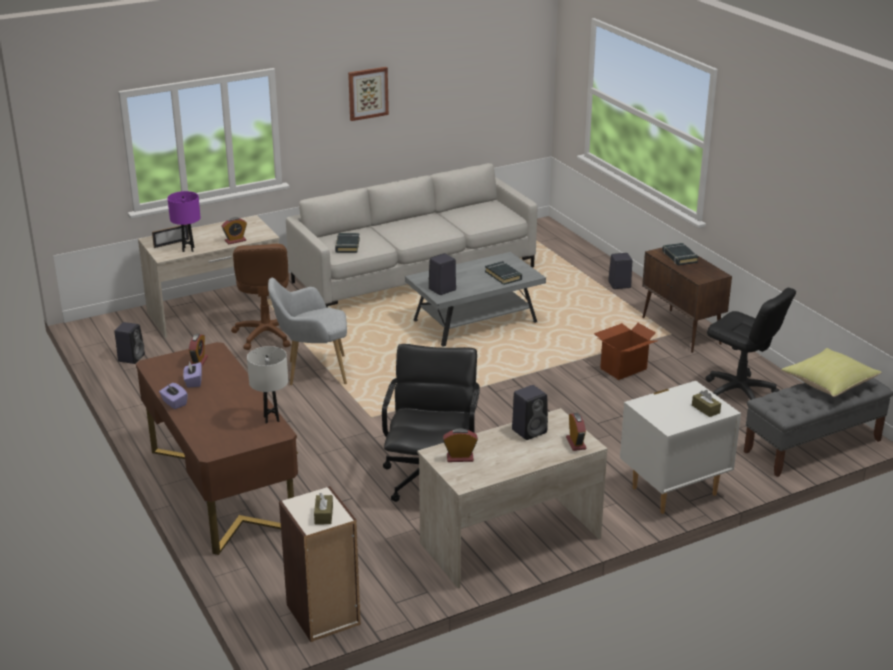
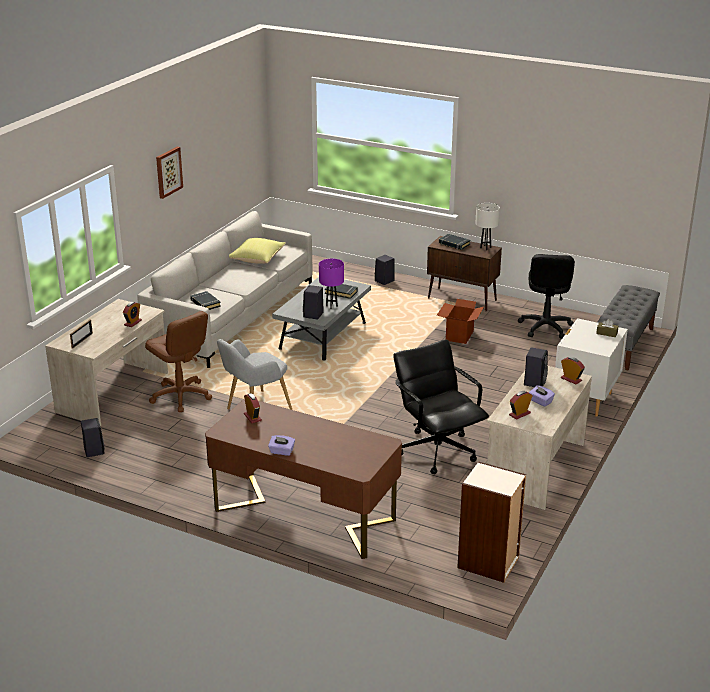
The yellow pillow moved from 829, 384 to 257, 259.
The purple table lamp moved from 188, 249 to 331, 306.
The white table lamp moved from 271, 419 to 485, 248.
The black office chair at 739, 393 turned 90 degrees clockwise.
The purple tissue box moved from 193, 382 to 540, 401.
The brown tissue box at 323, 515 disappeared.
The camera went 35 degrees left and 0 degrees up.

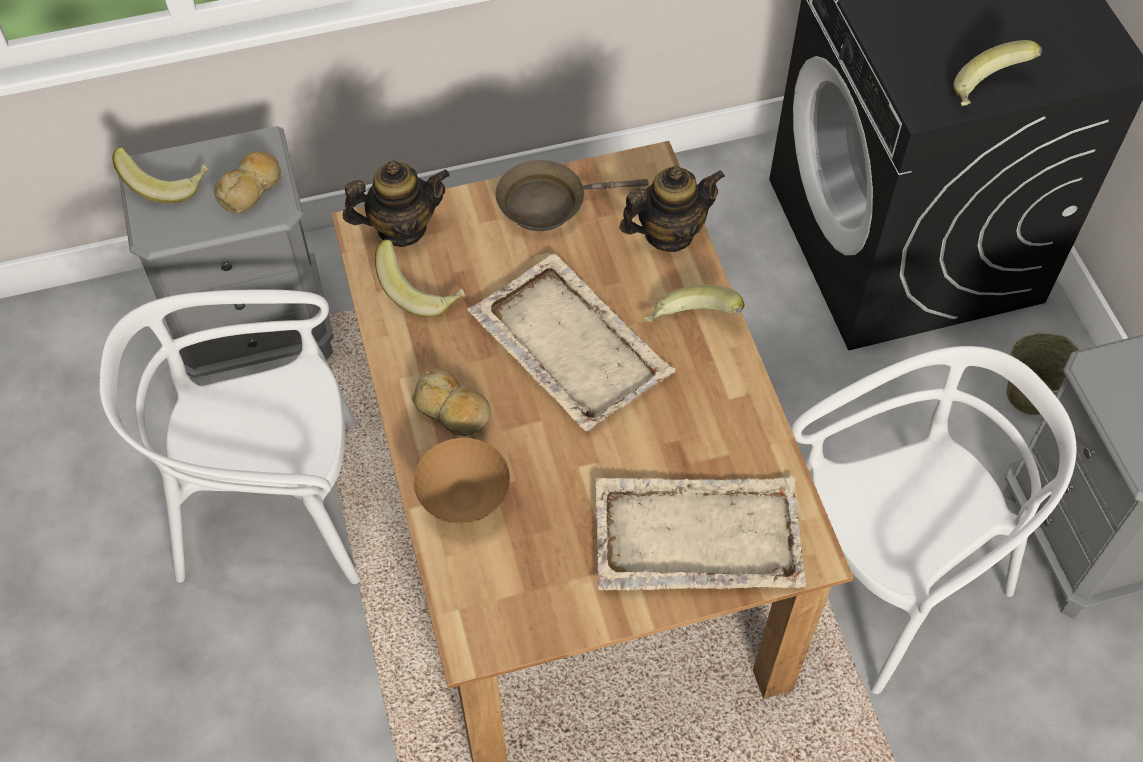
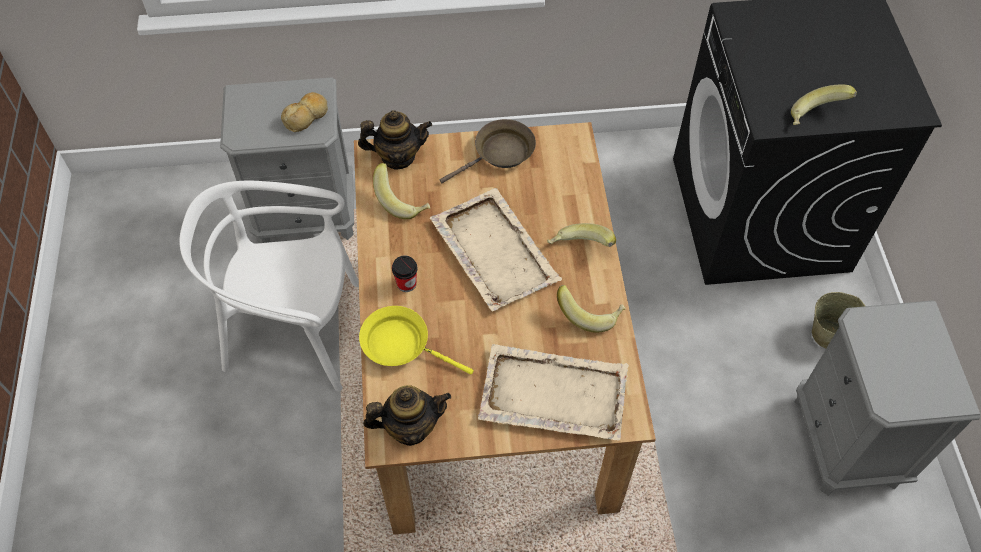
The brown bowl at 463, 499 was replaced by the yellow frying pan at 401, 344.
The teapot moved from 668, 233 to 410, 427.
The bread at 452, 410 was replaced by the cup at 406, 284.
The brown frying pan at 549, 203 turned 150 degrees clockwise.
The banana moved from 167, 184 to 590, 313.
The white chair at 891, 575 disappeared.
The camera went 10 degrees right and 0 degrees up.

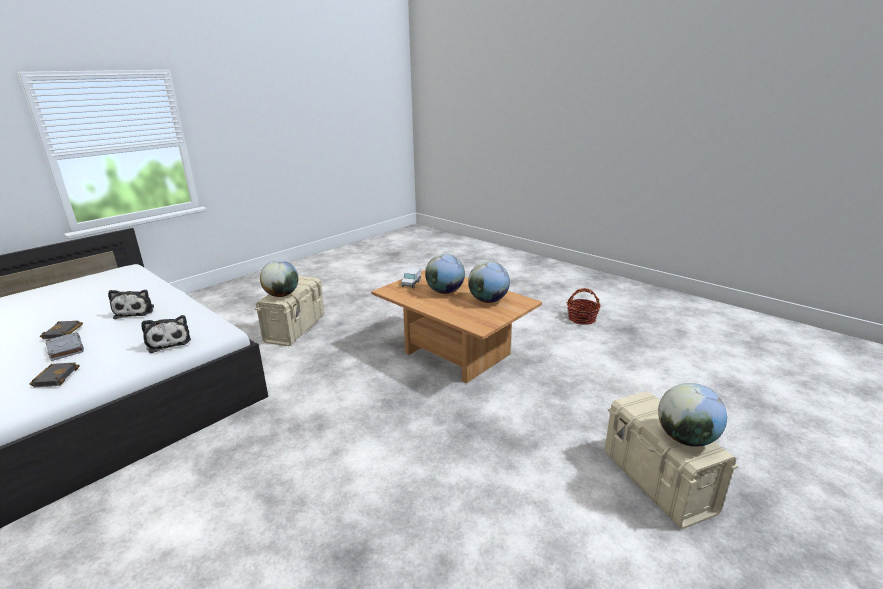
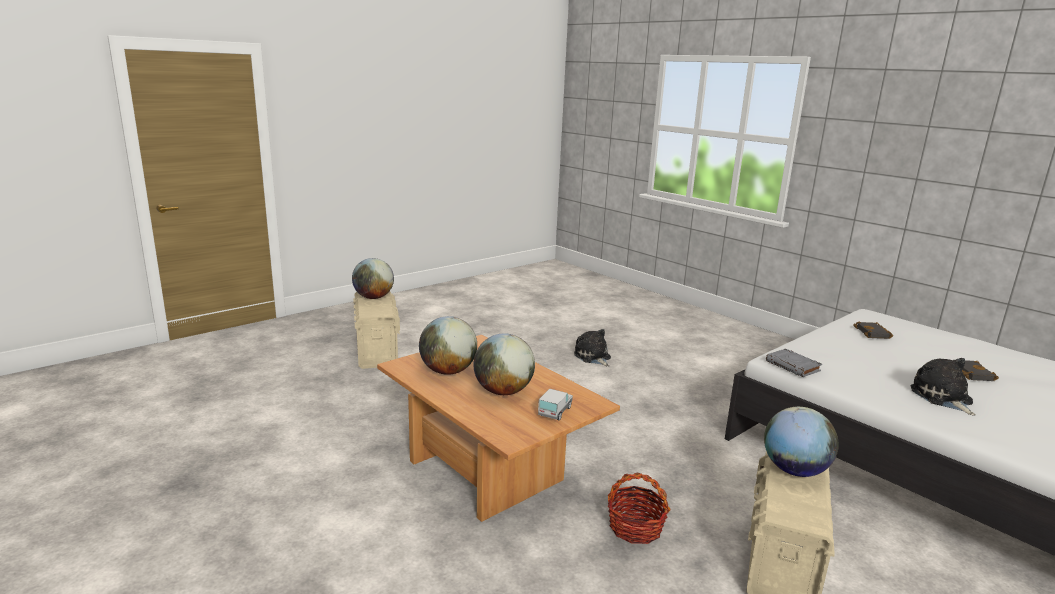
The plush toy moved from 168, 341 to 593, 357.
The basket moved from 582, 319 to 635, 527.
The grey book moved from 65, 349 to 793, 366.
The camera went 175 degrees left and 5 degrees down.

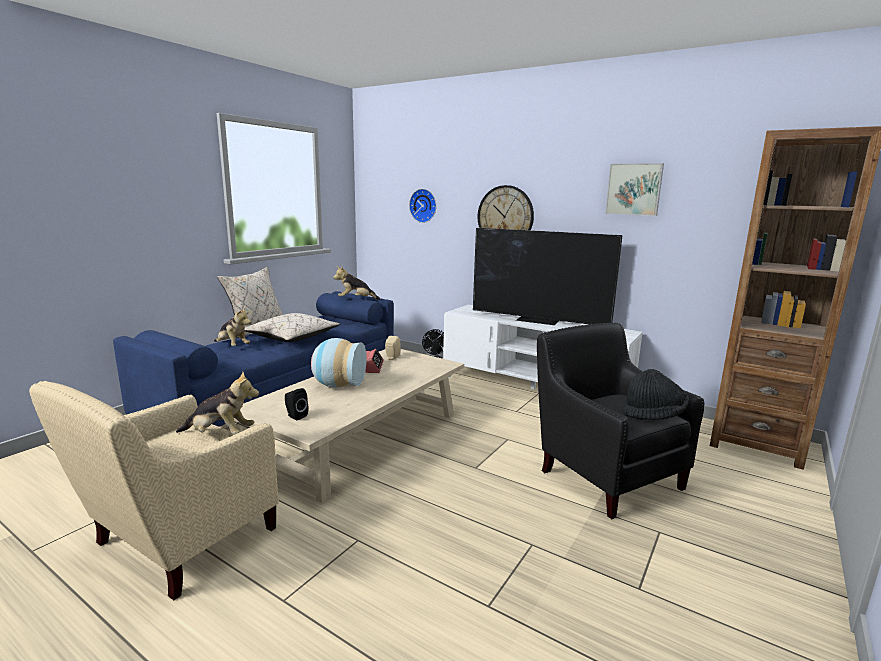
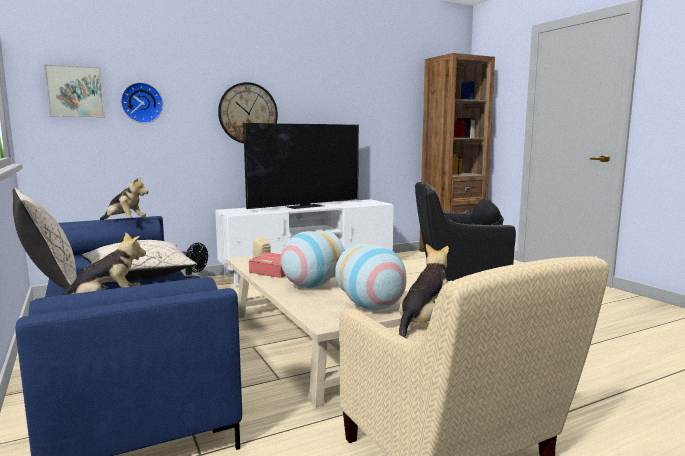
The picture moved from 634, 189 to 75, 91.
The plush toy at 356, 300 turned 90 degrees counterclockwise.
The black speaker at 295, 416 was replaced by the vase at 373, 307.
The camera went 60 degrees left and 5 degrees down.

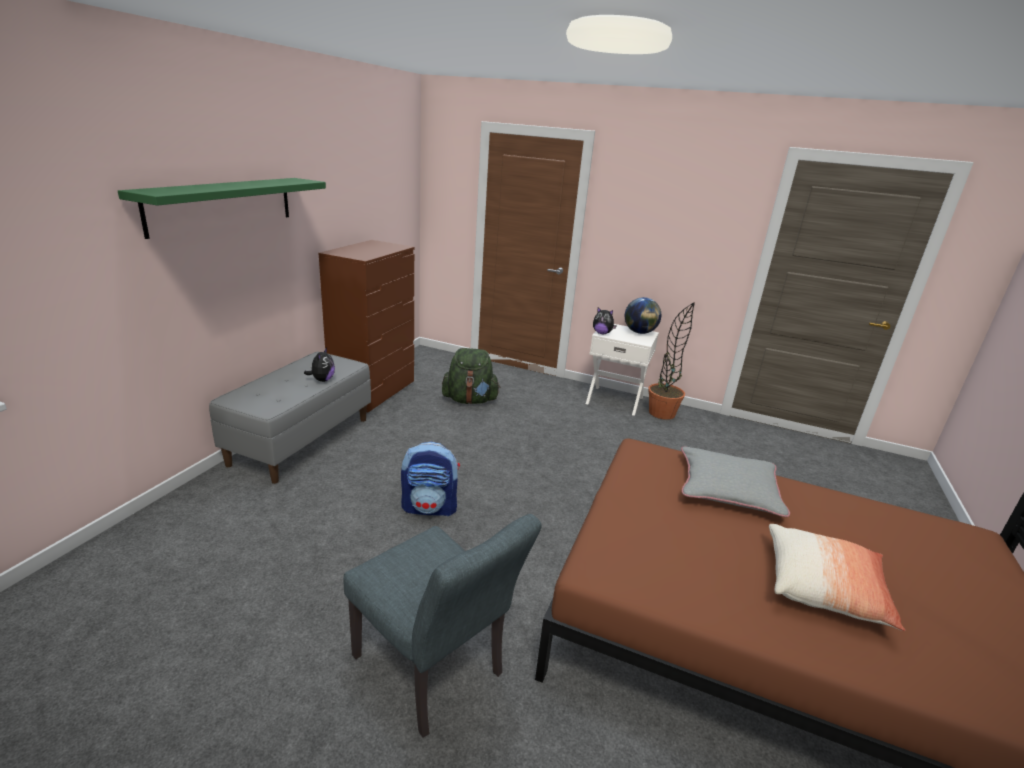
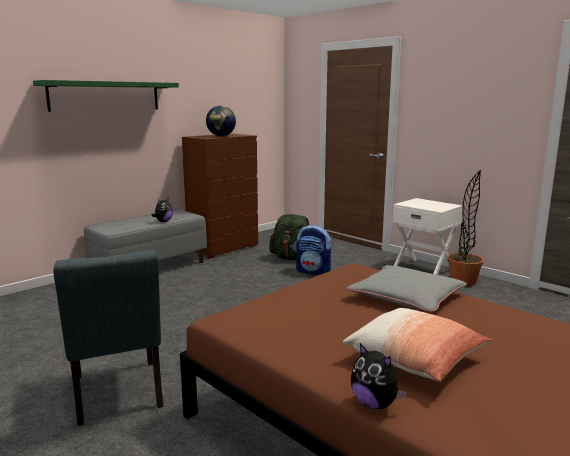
The globe moved from 639, 332 to 221, 136.
The backpack moved from 430, 508 to 314, 271.
The plush toy moved from 602, 333 to 375, 404.
The camera went 25 degrees right and 10 degrees down.

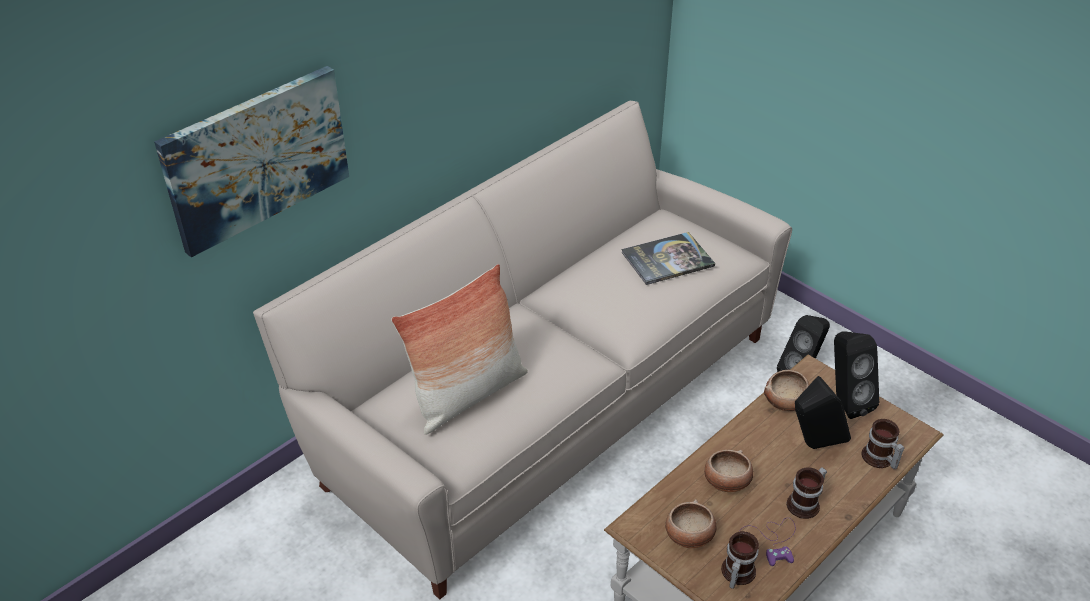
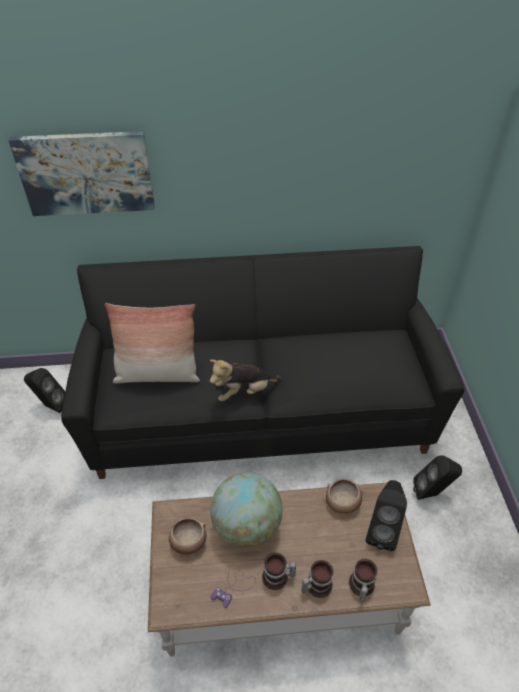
The black speaker moved from 813, 445 to 51, 405.
The beige sofa at 544, 401 became the black sofa at 259, 409.
The plush toy at 244, 391 appeared.
The bowl at 726, 482 was replaced by the globe at 246, 526.
The mug moved from 735, 573 to 316, 585.
The book at 667, 259 disappeared.
The camera went 40 degrees right and 5 degrees up.

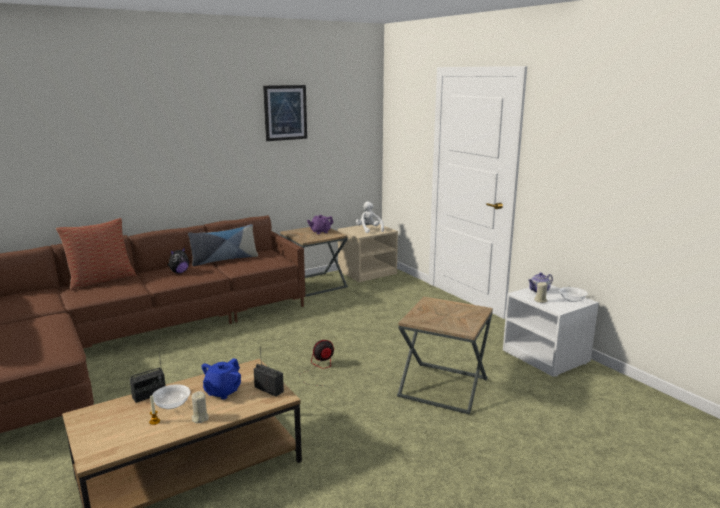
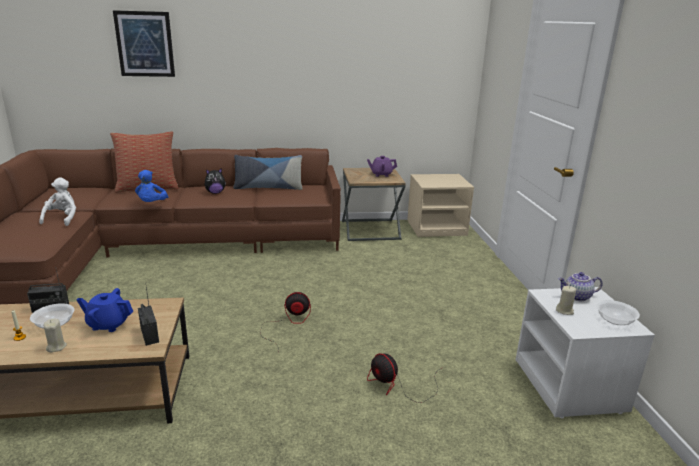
The white plush toy moved from 369, 230 to 62, 219.
The blue teapot at 222, 392 turned 45 degrees clockwise.
The picture moved from 285, 112 to 145, 44.
The blue plush toy at 152, 204 appeared.
The brown side table at 443, 387 was replaced by the fan at 398, 386.
The camera went 25 degrees right and 5 degrees up.

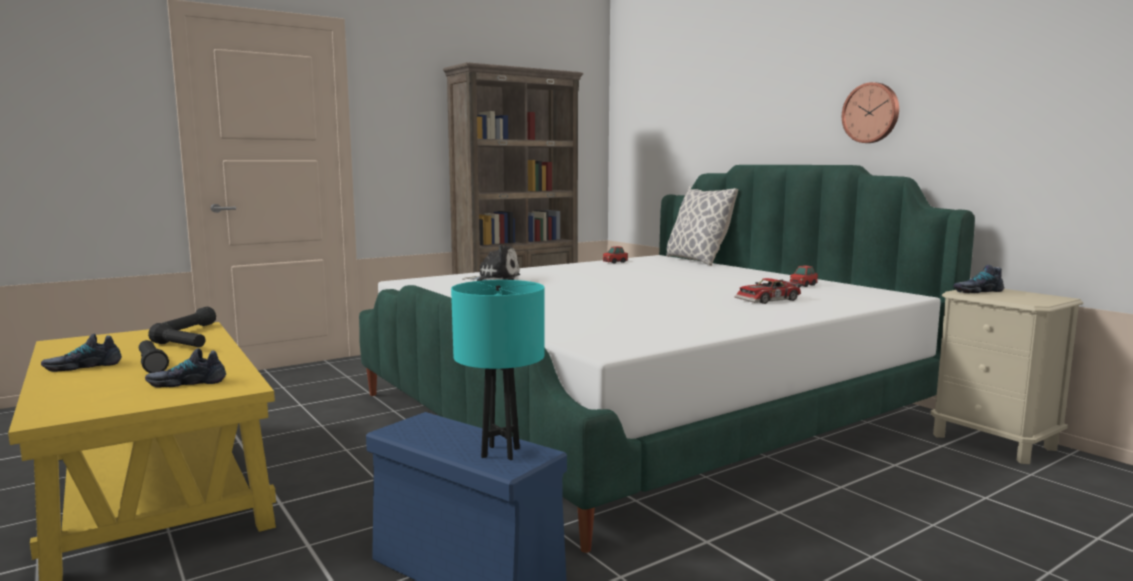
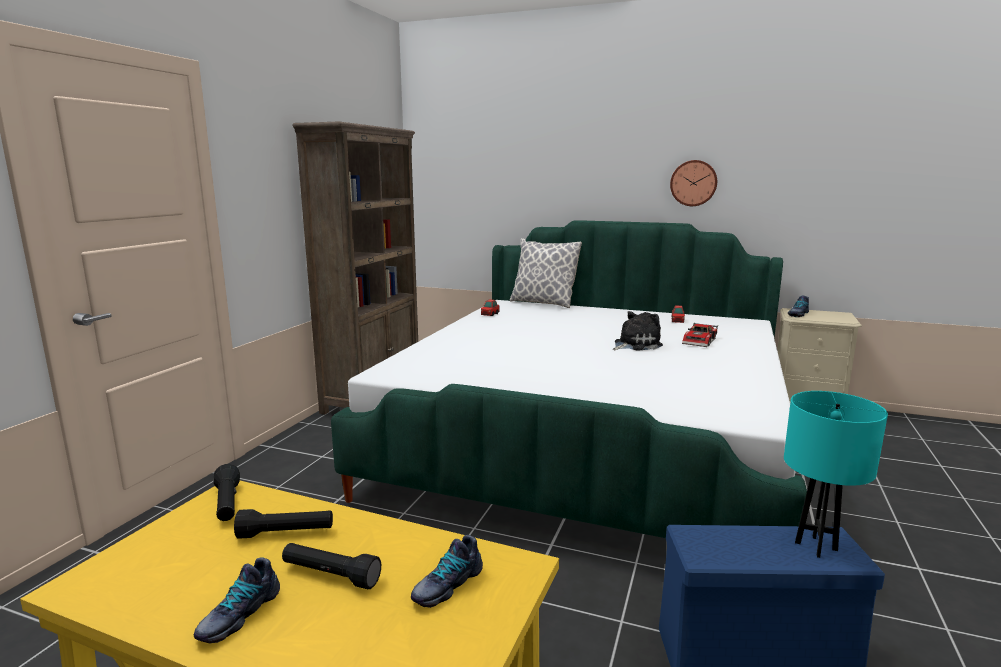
The plush toy moved from 495, 279 to 635, 345.
The camera went 35 degrees left and 5 degrees up.

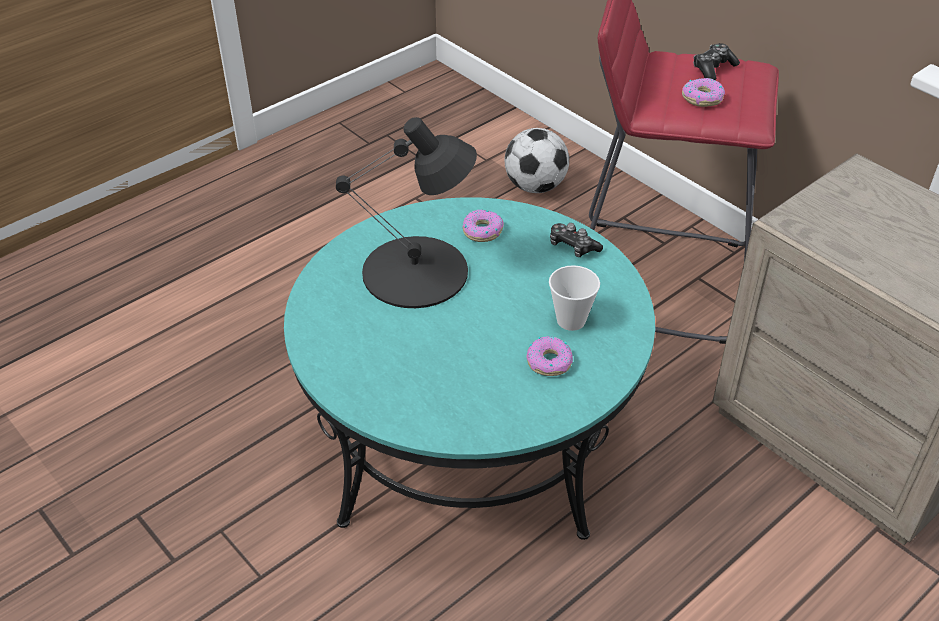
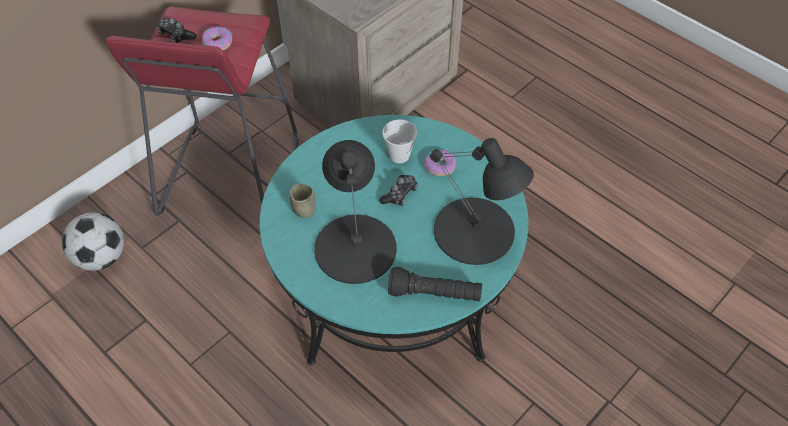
The donut at 482, 231 was replaced by the cup at 304, 210.
The game controller moved from 572, 246 to 400, 194.
The black flashlight at 434, 294 appeared.
The black table lamp at 475, 232 appeared.
The camera went 95 degrees left and 10 degrees up.

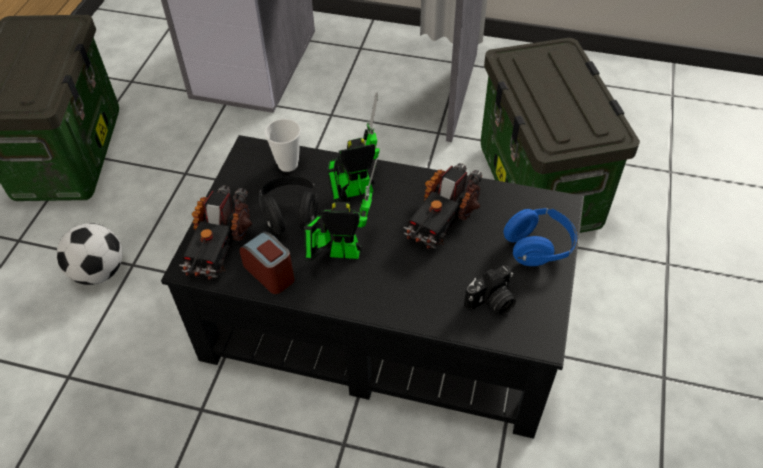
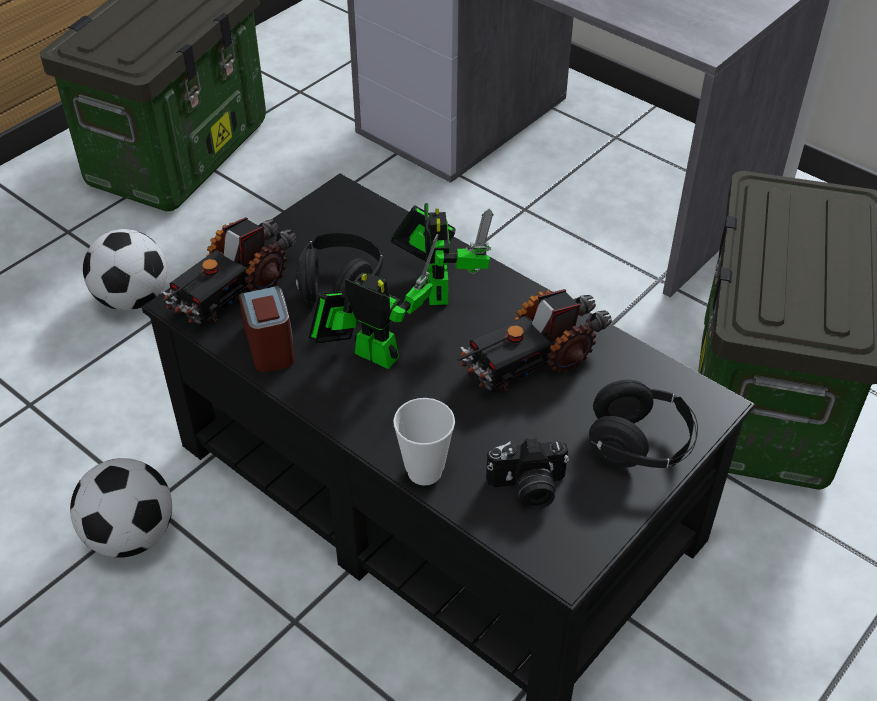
The football at 131, 535 appeared.
The toy robot at 354, 191 turned 75 degrees clockwise.
The cup moved from 288, 164 to 424, 471.
The blue headphones at 538, 247 became the black headphones at 640, 445.
The camera went 25 degrees right and 5 degrees down.

